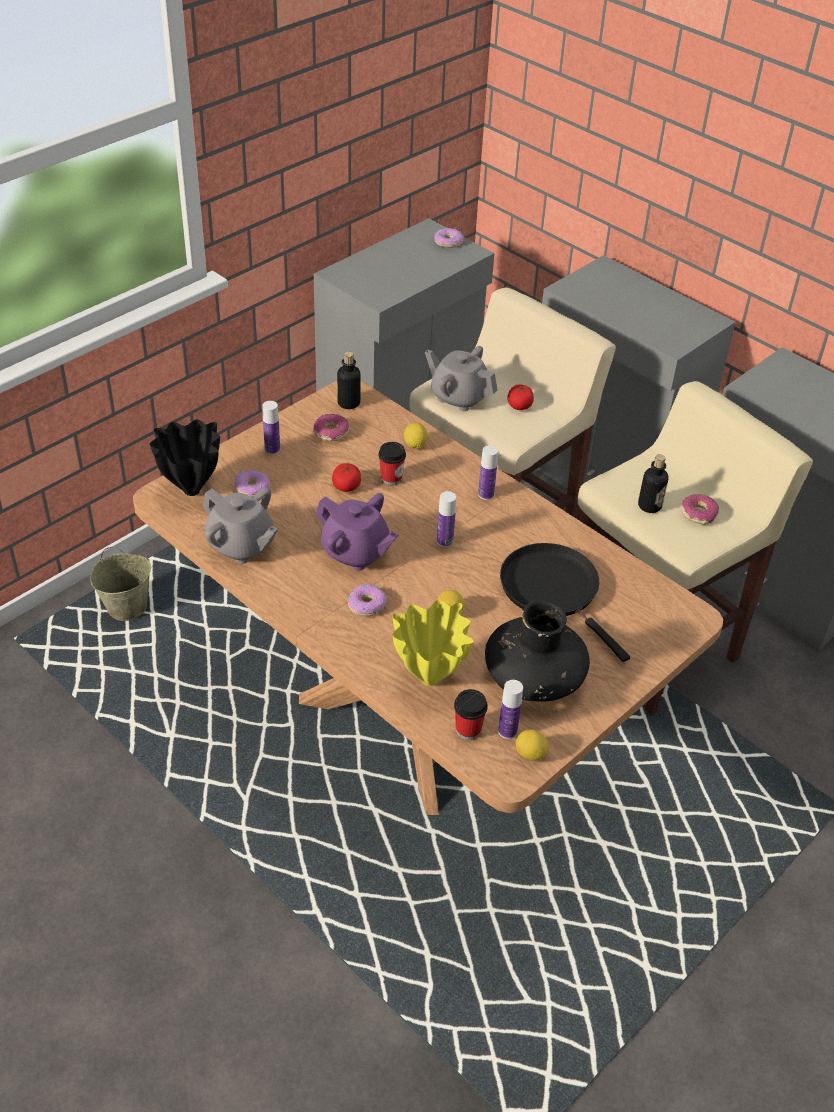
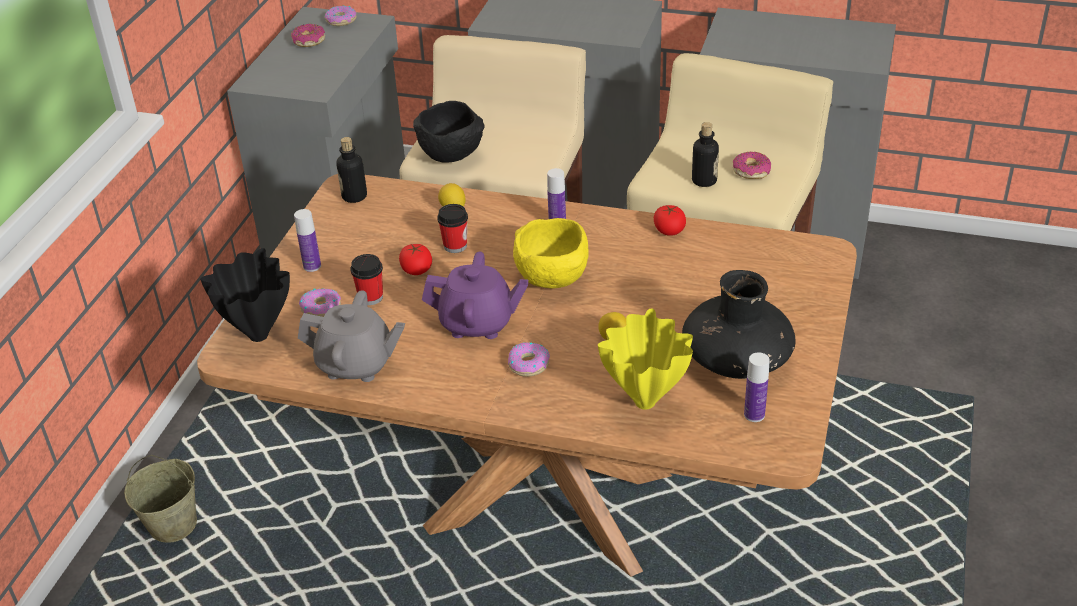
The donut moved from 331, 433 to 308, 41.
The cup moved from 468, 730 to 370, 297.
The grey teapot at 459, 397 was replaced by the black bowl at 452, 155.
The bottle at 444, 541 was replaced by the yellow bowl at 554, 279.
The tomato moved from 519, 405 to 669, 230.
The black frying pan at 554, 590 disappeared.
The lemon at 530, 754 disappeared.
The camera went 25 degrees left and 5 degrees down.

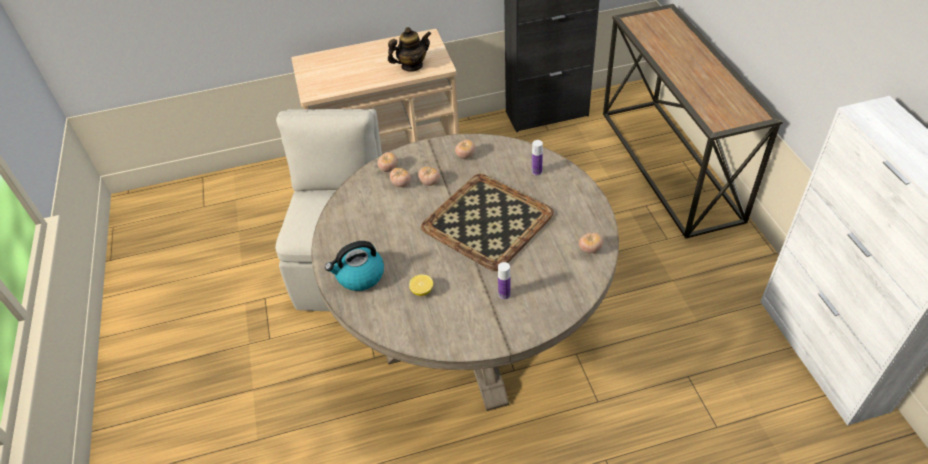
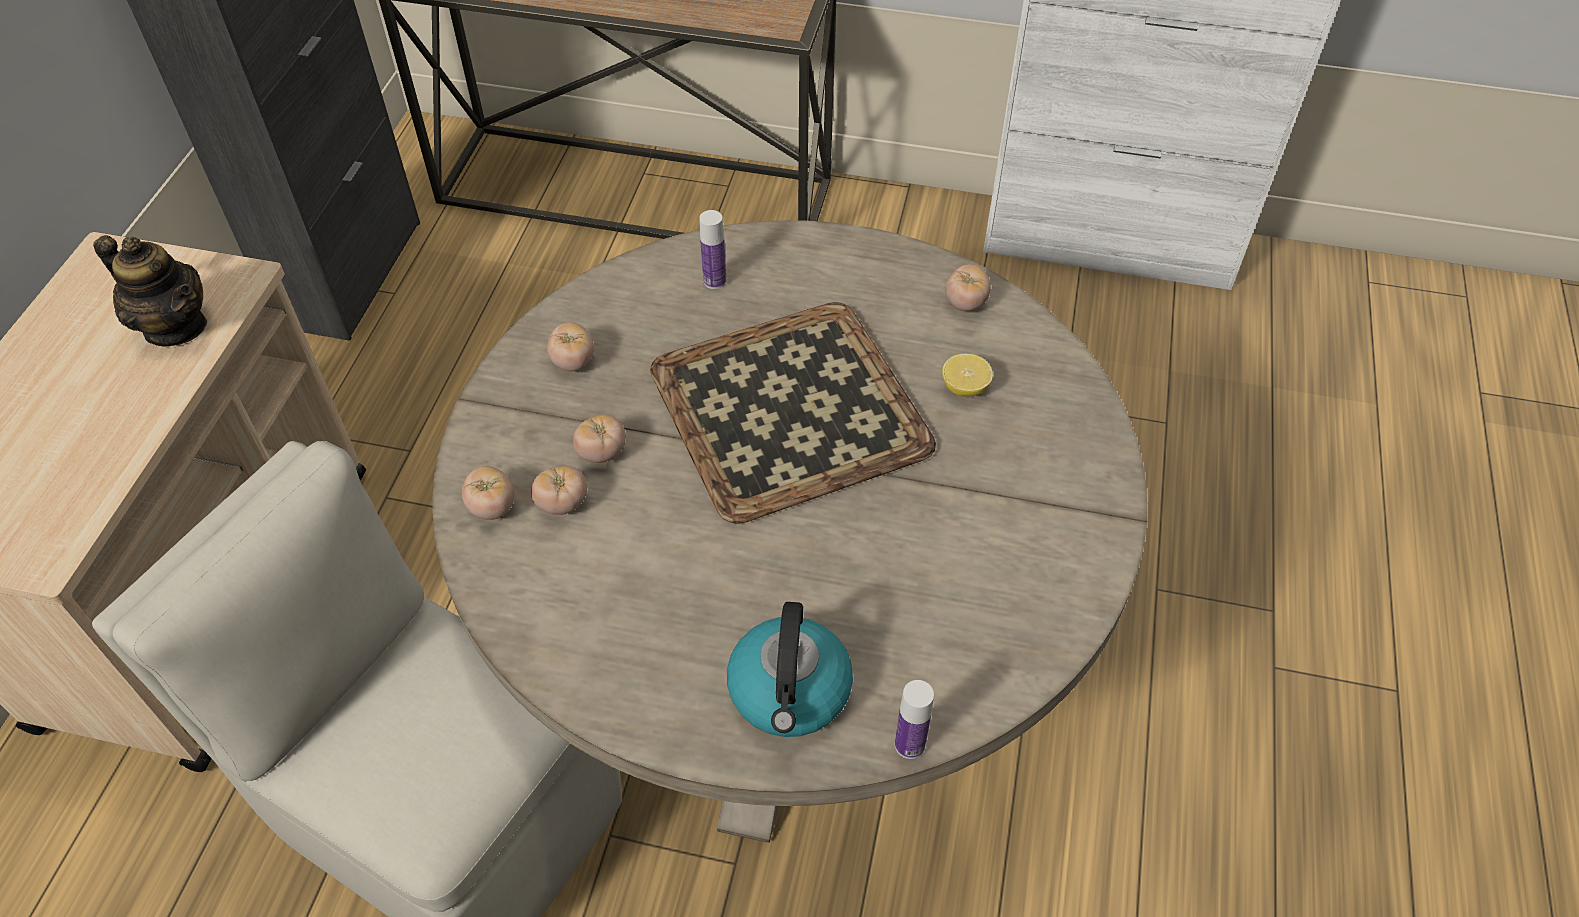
The teapot at 412, 66 turned 120 degrees clockwise.
The bottle moved from 504, 294 to 909, 745.
The lemon moved from 422, 291 to 965, 387.
The camera went 65 degrees left and 5 degrees up.

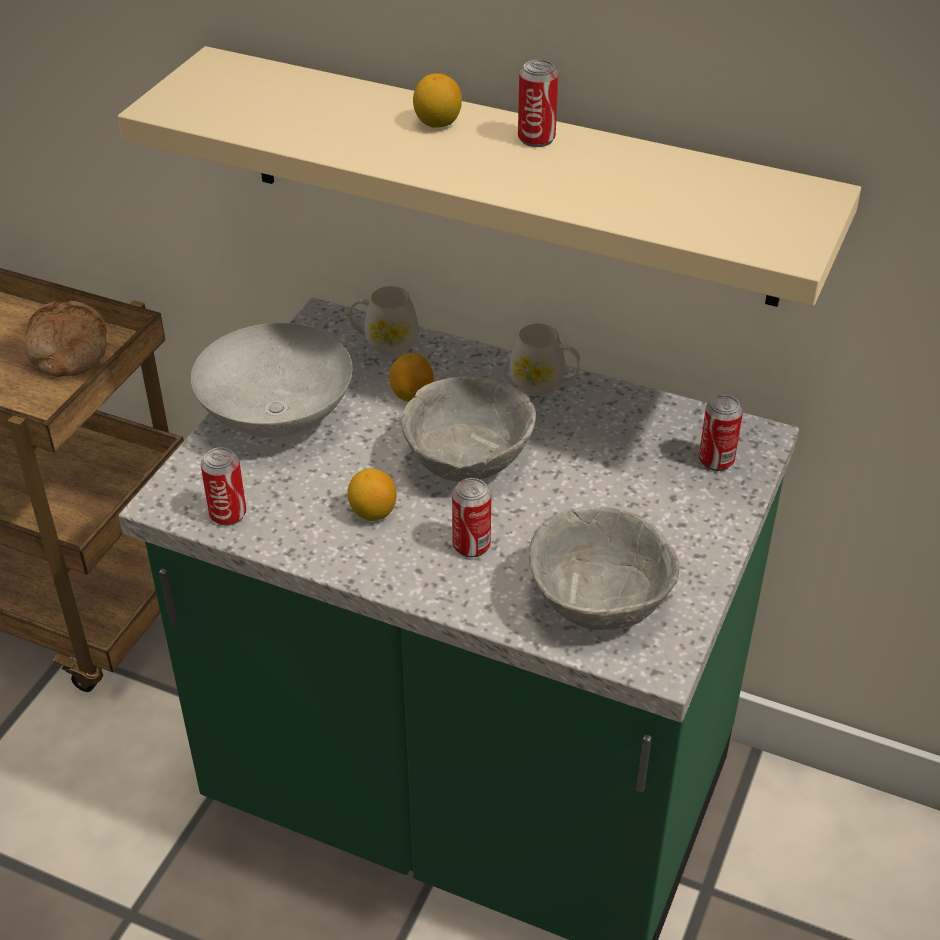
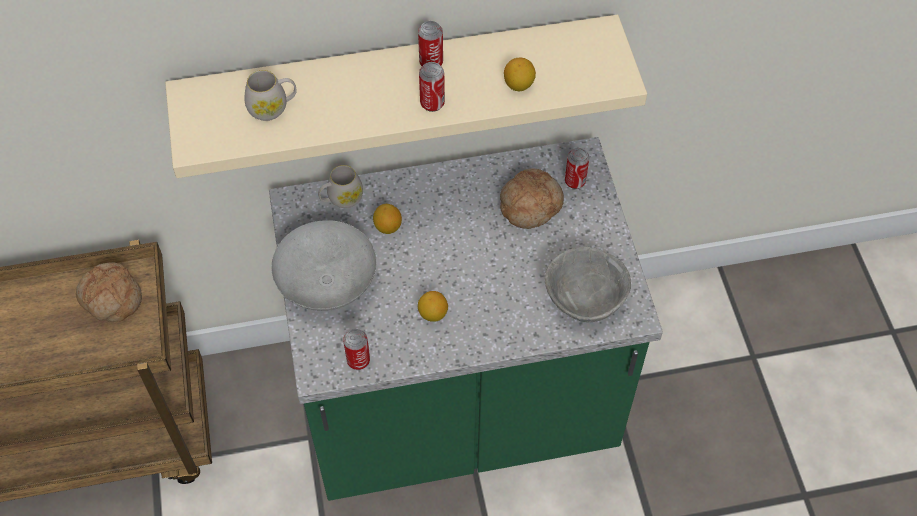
The white mug moved from 544, 383 to 273, 107.
The can moved from 471, 545 to 432, 103.
The bread at 530, 204 appeared.
The lemon moved from 437, 123 to 519, 85.
The grey bowl at 469, 461 disappeared.
The camera went 35 degrees left and 15 degrees up.

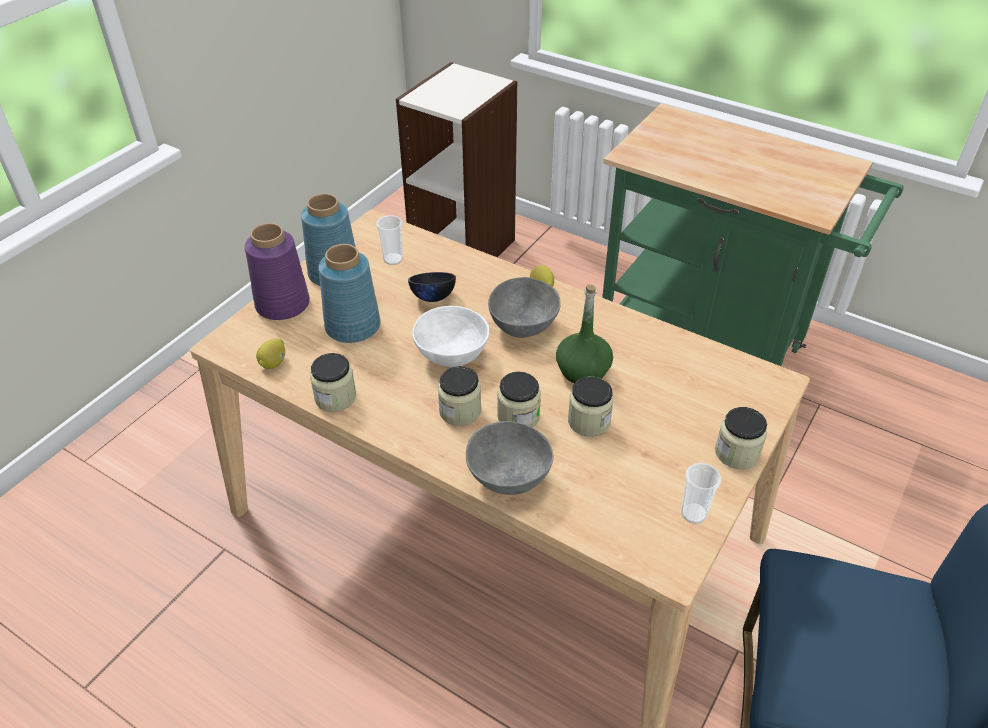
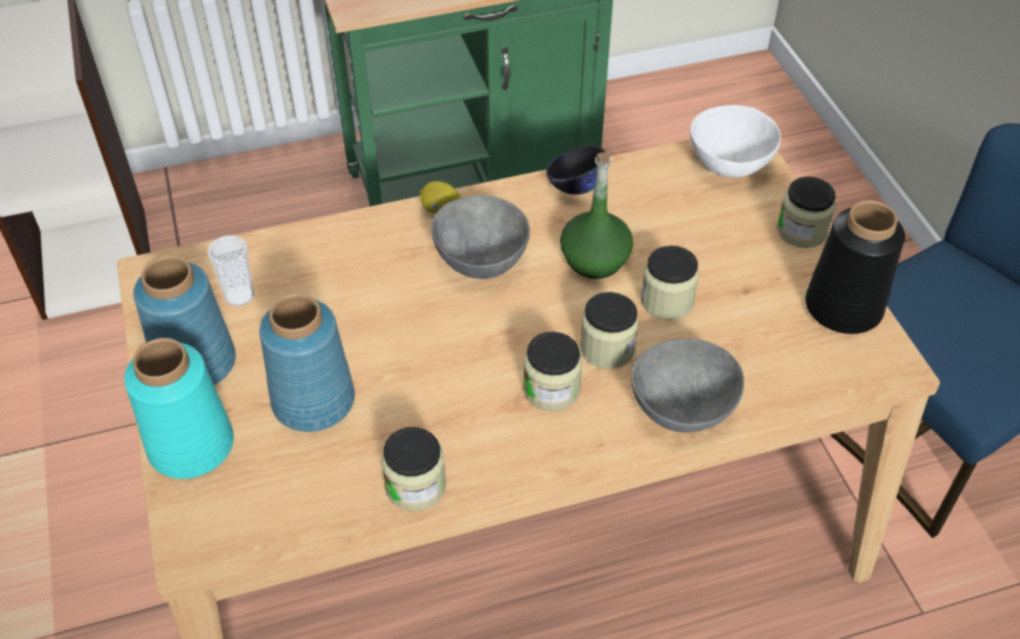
The purple vase at 282, 304 became the turquoise vase at 189, 445.
The black bowl moved from 433, 297 to 575, 186.
The white bowl moved from 450, 354 to 728, 165.
The cup at 693, 513 was replaced by the black vase at 845, 307.
The lemon at 274, 363 disappeared.
The camera went 50 degrees left and 5 degrees up.

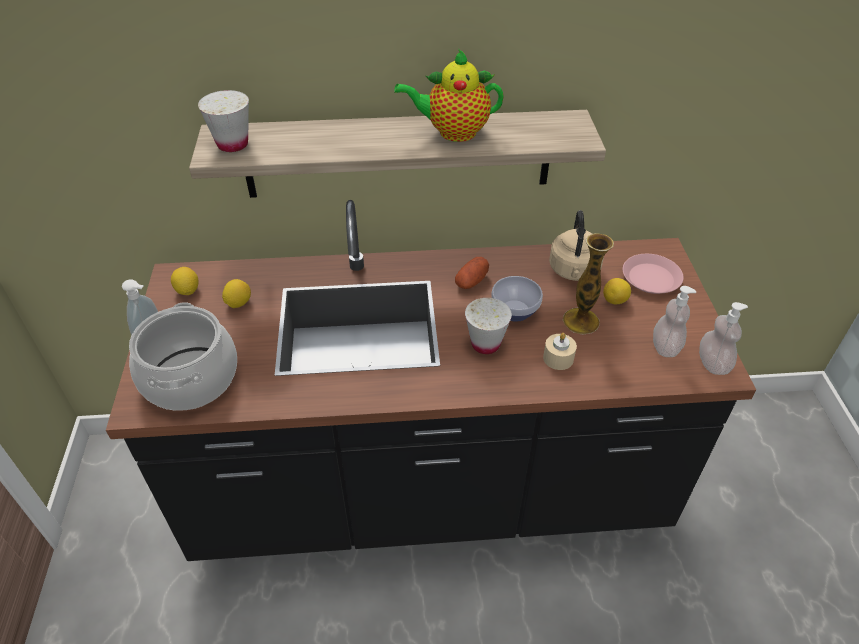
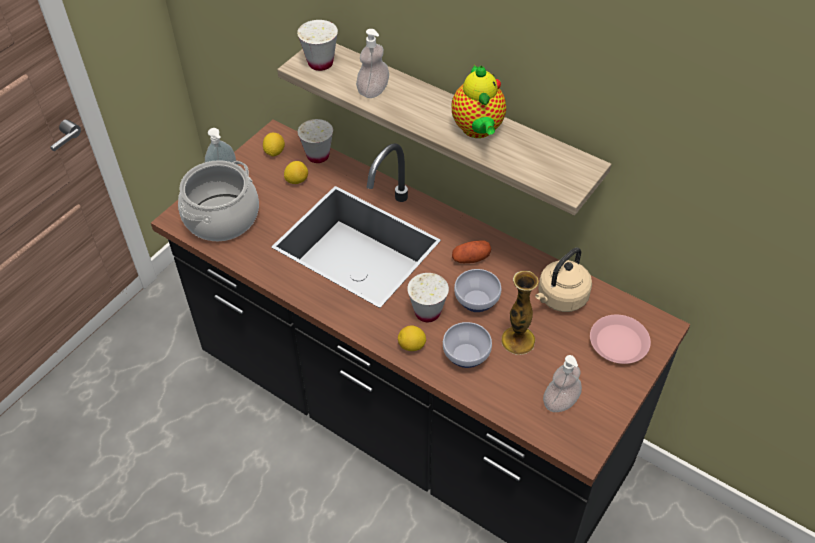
The white cup at 318, 156 appeared.
The soap dispenser moved from 712, 364 to 373, 91.
The lemon moved from 615, 301 to 412, 346.
The beige candle at 558, 358 was replaced by the bowl at 467, 356.
The teapot at 453, 132 turned 135 degrees counterclockwise.
The camera went 40 degrees right and 5 degrees up.

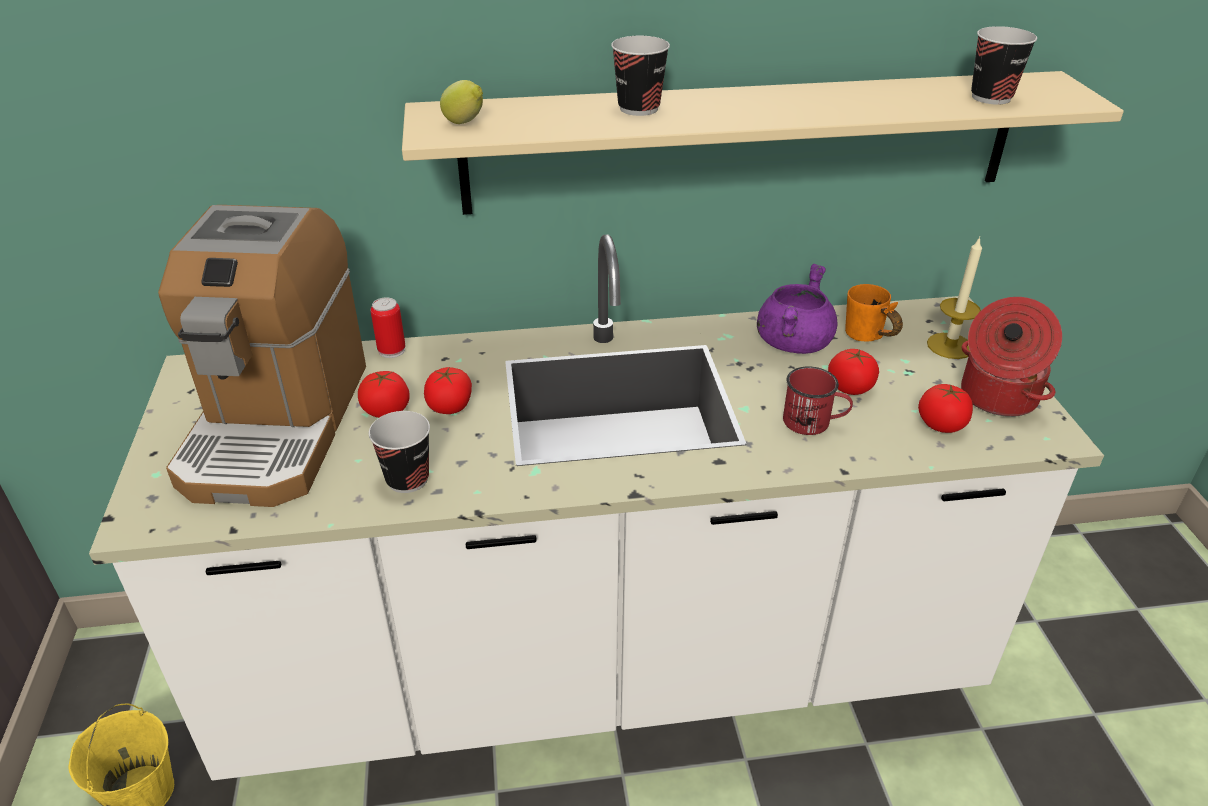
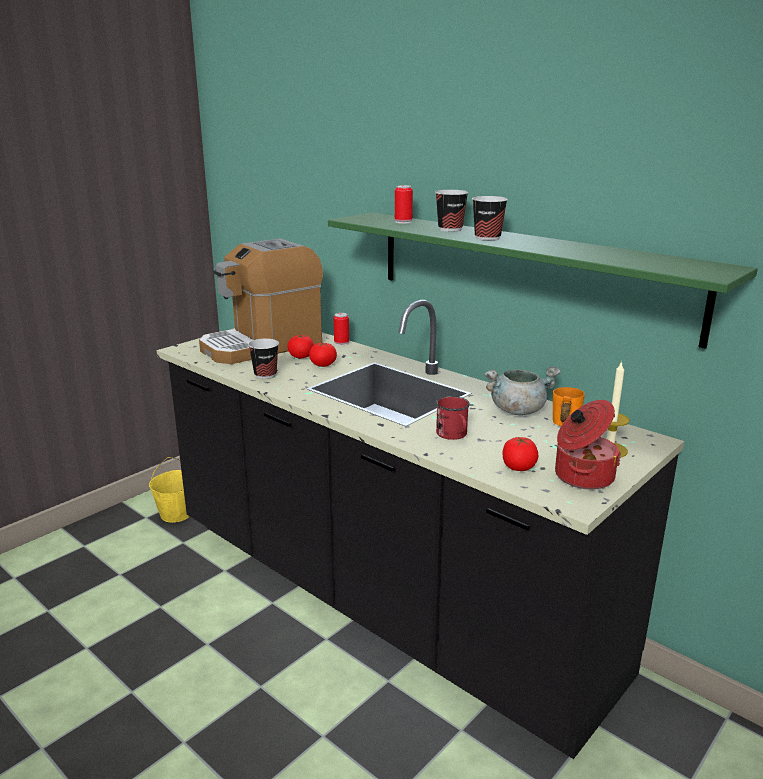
The white counter at 603, 669 became the black counter at 381, 598.
The beige shelf at 741, 143 became the green shelf at 526, 272.
The can at 403, 222 appeared.
The cup moved from 991, 97 to 487, 238.
The purple cooking pot at 793, 342 became the grey cooking pot at 518, 410.
The lemon at 465, 123 disappeared.
The tomato at 850, 387 disappeared.
The camera went 50 degrees right and 15 degrees down.

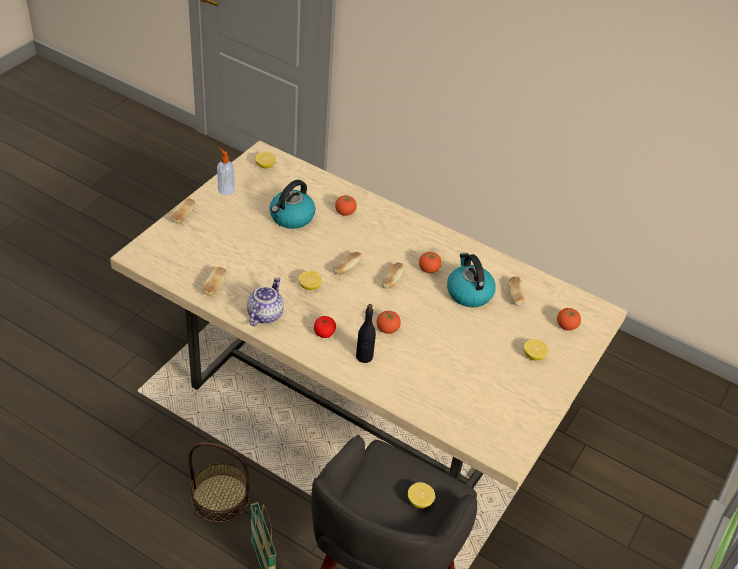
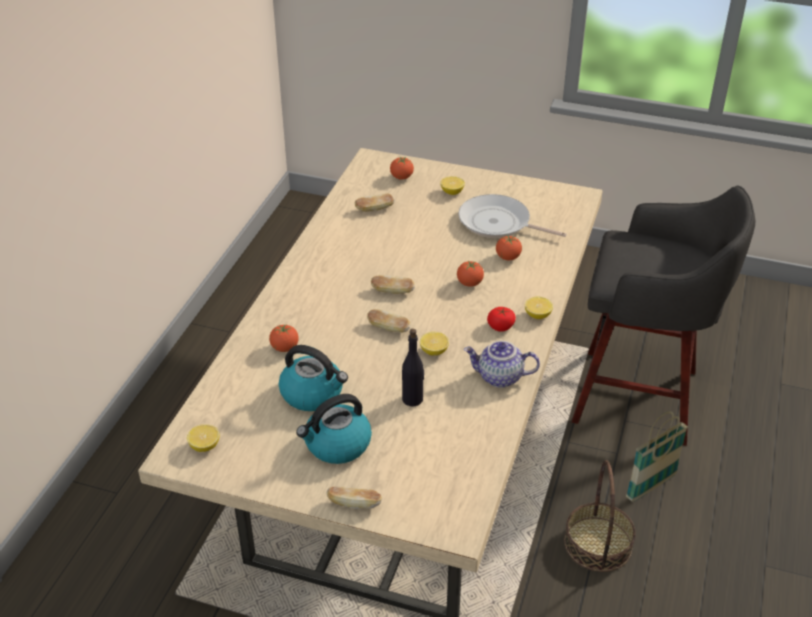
The kettle moved from 468, 293 to 337, 445.
The black bottle moved from 364, 357 to 413, 399.
The frying pan at 498, 223 appeared.
The tomato moved from 429, 270 to 508, 257.
The lemon moved from 420, 501 to 537, 315.
The bread at 214, 287 disappeared.
The soap dispenser at 225, 189 disappeared.
The camera went 100 degrees left and 5 degrees down.

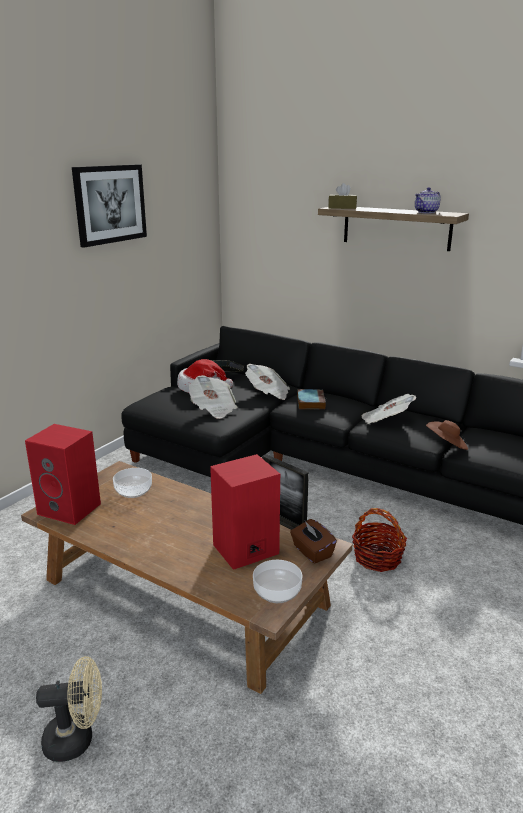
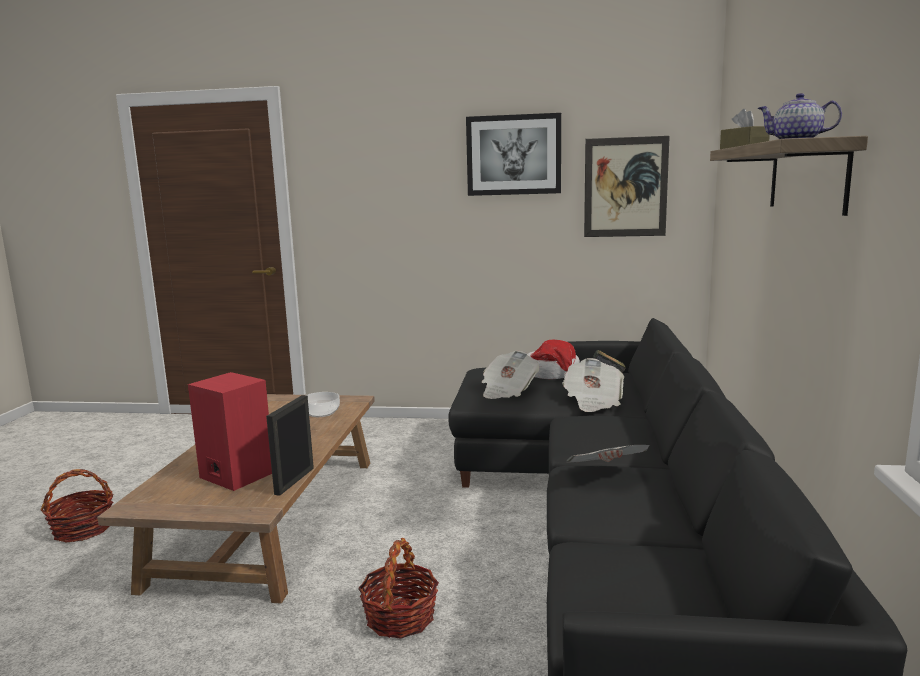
The beige fan at 77, 739 was replaced by the basket at 83, 529.
The picture at 625, 187 appeared.
The red speaker at 71, 509 disappeared.
The bowl at 276, 592 disappeared.
The brown tissue box at 312, 552 disappeared.
The book at 310, 402 disappeared.
The brown hat at 446, 445 disappeared.
The camera went 65 degrees right and 10 degrees down.

